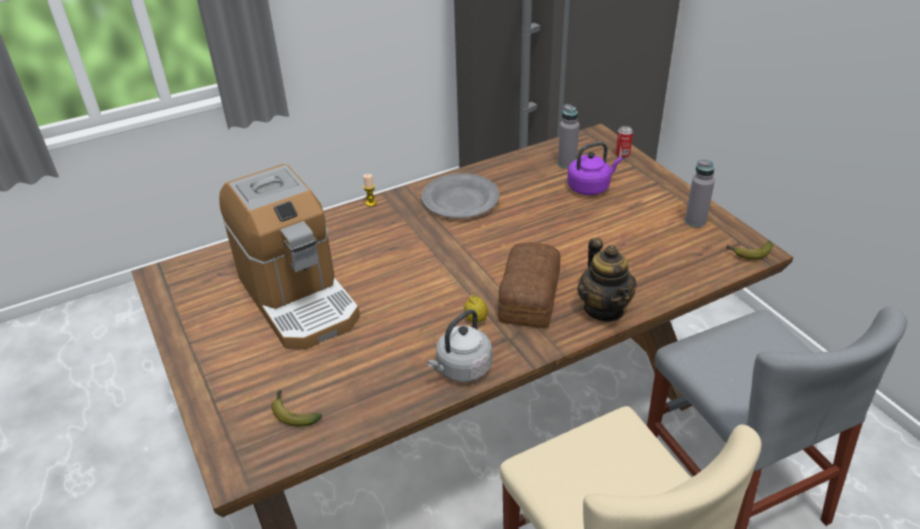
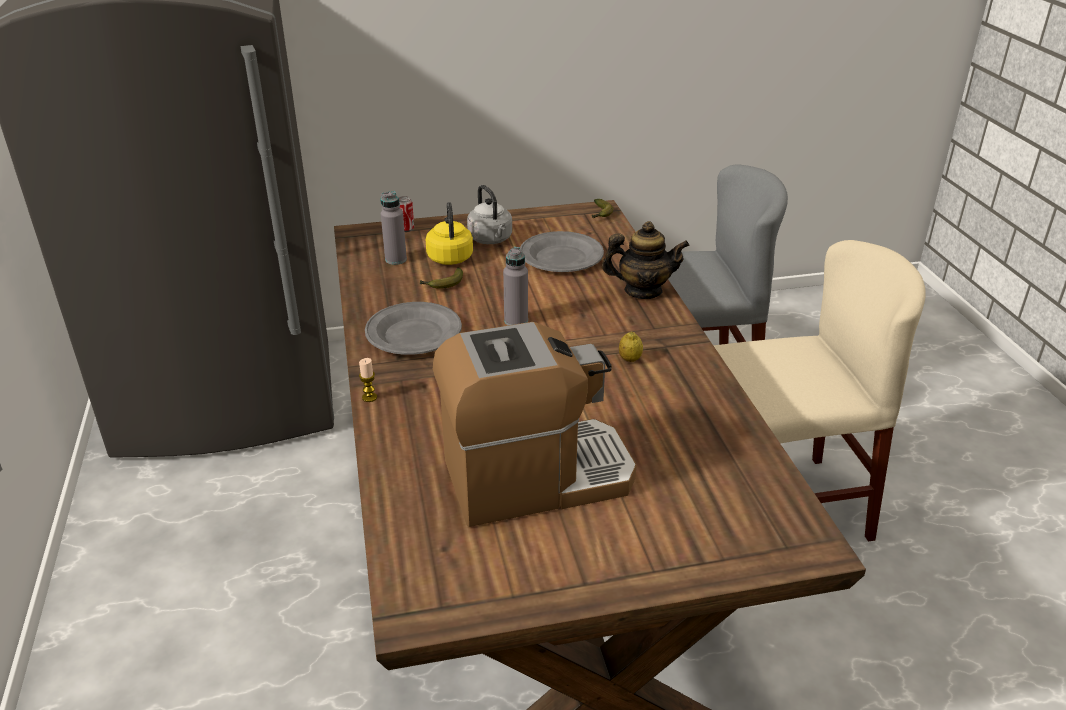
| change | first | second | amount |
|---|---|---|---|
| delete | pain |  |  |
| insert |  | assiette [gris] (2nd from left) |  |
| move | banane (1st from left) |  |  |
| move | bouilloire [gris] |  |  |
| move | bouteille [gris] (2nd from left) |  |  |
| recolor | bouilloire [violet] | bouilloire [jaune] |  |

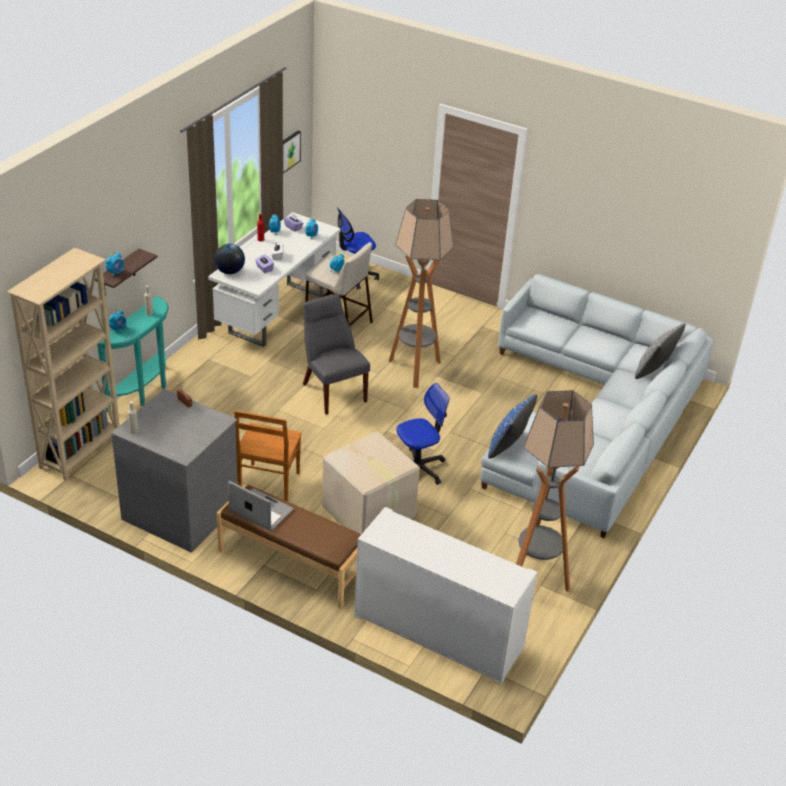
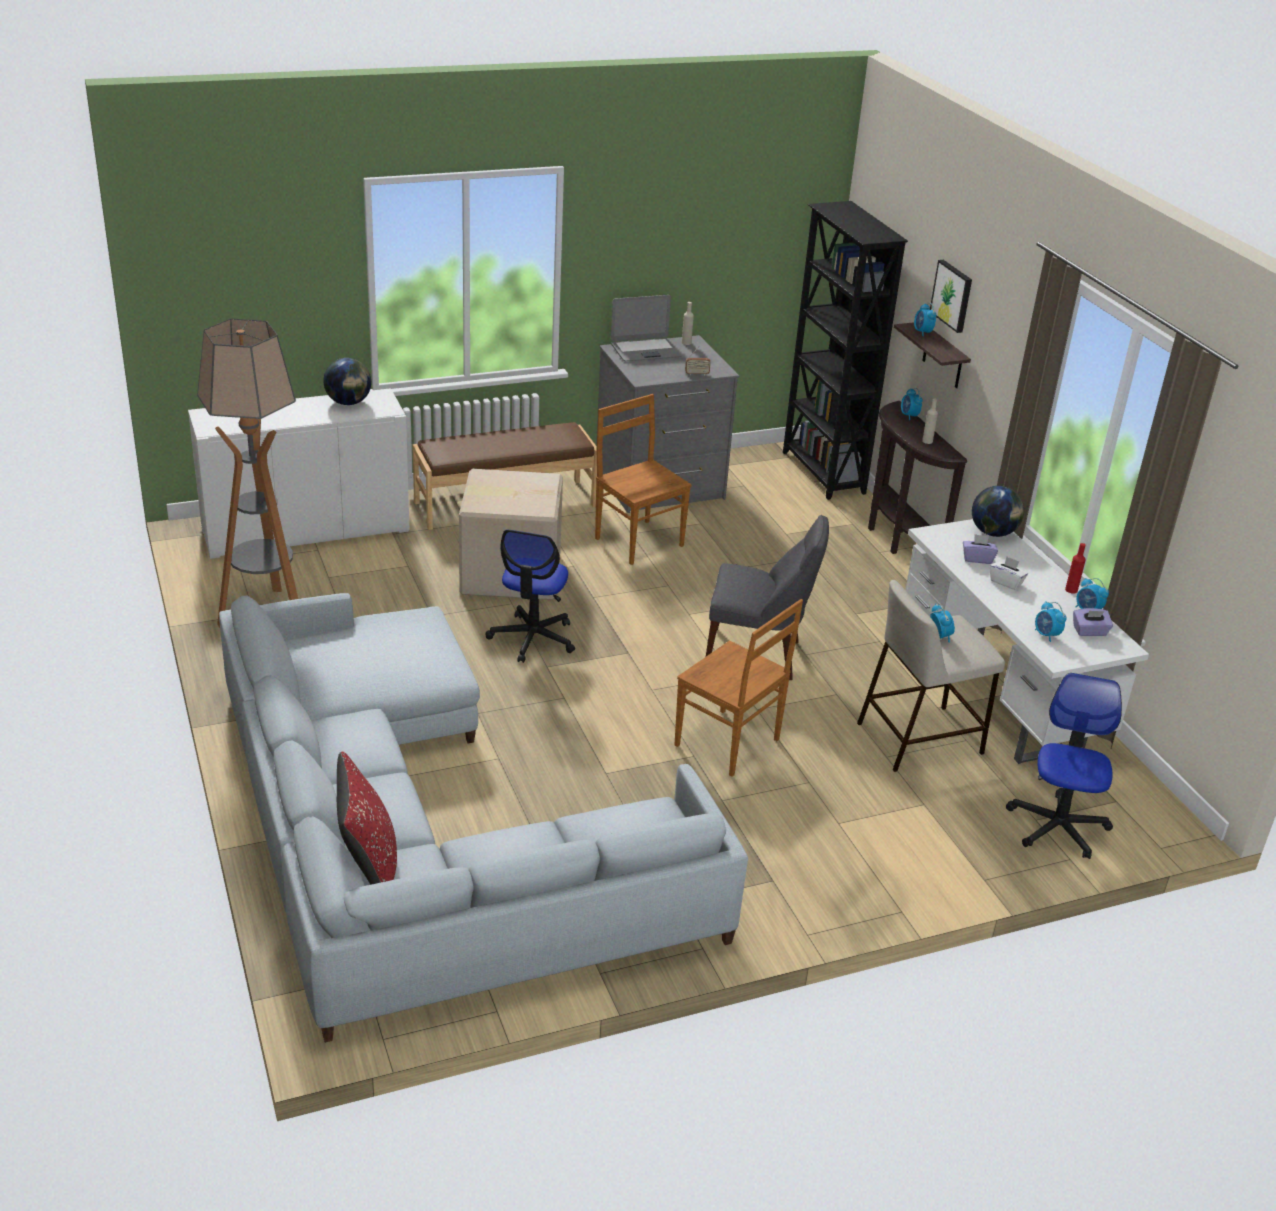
| change | first | second | amount |
|---|---|---|---|
| delete | coussin [bleu] |  |  |
| insert |  | globe (1st from left) |  |
| move | ordinateur portable |  |  |
| move | tableau |  |  |
| replace | lampadaire (1st from left) | chaise [marron] (2nd from left) |  |
| recolor | bibliothèque [beige] | bibliothèque [noir] |  |
| recolor | table console [turquoise] | table console [marron] |  |
| recolor | coussin [gris] | coussin [rouge] |  |

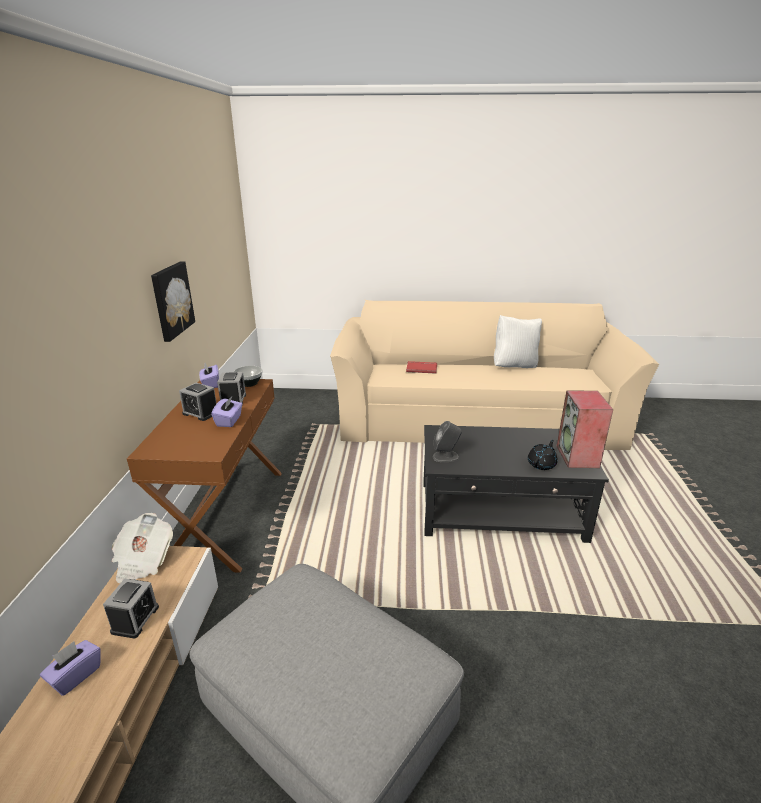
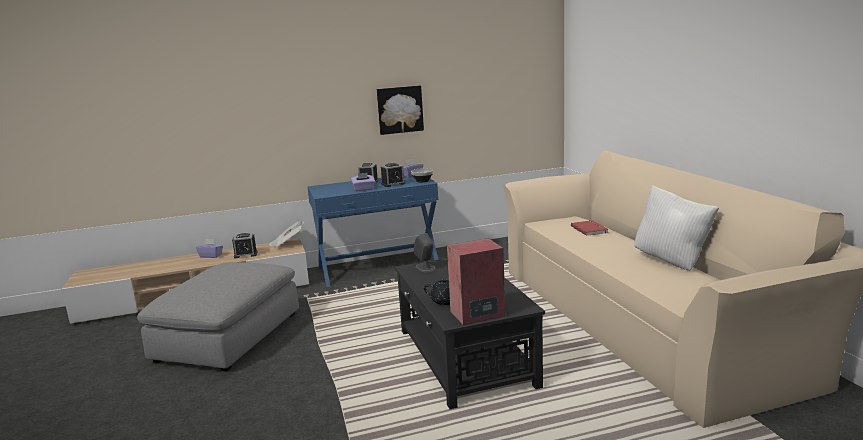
| change | first | second | amount |
|---|---|---|---|
| recolor | table console [marron] | table console [bleu] |  |

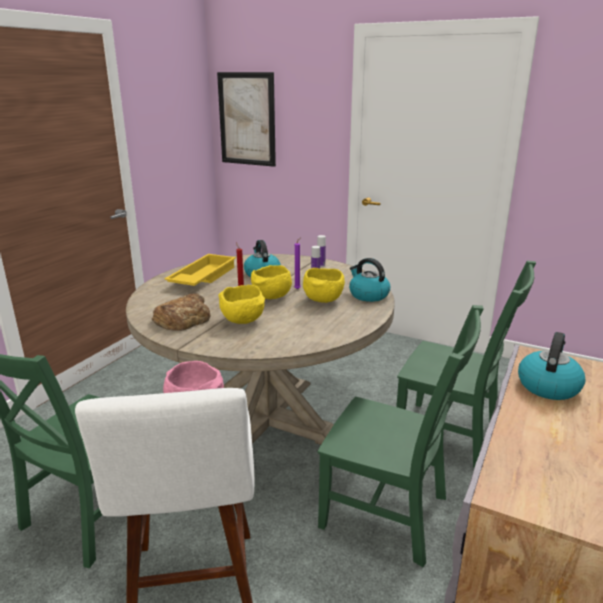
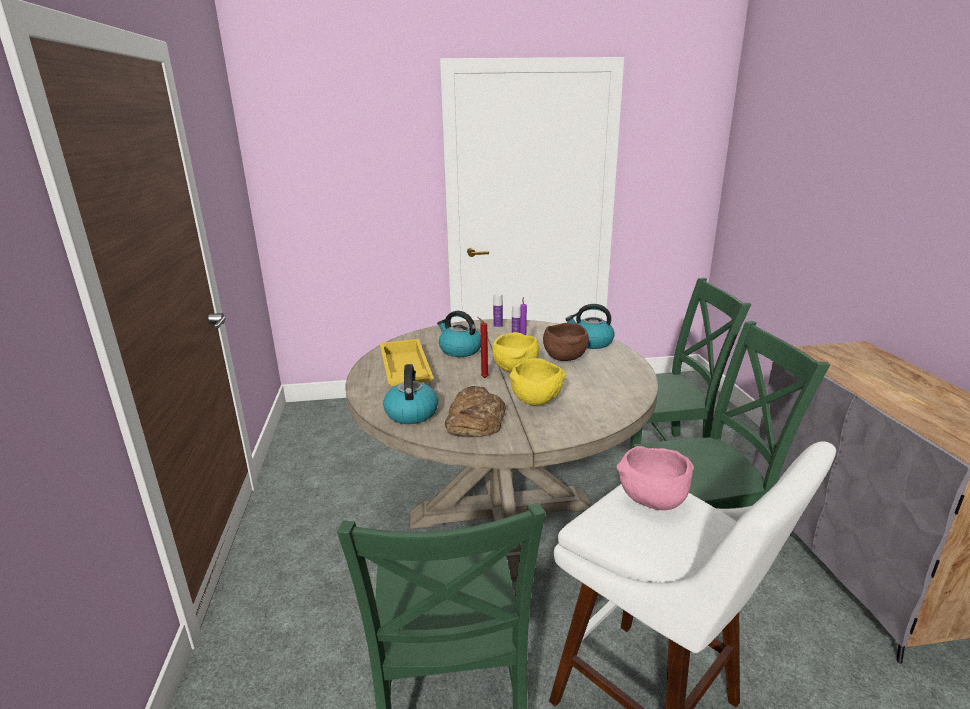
| change | first | second | amount |
|---|---|---|---|
| delete | tableau |  |  |
| move | bouilloire (3rd from left in the first image) | bouilloire (1st from left) |  |
| recolor | bol [jaune] (3rd from left) | bol [marron] |  |

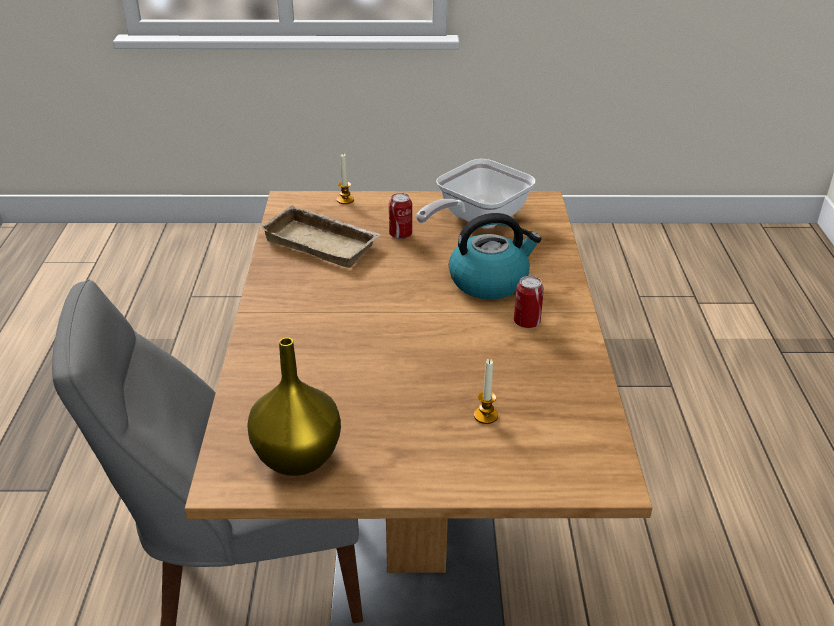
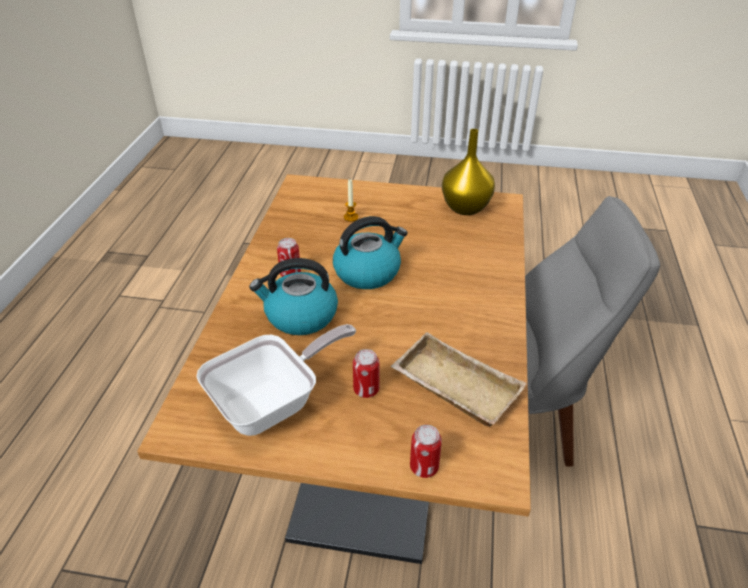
| change | first | second | amount |
|---|---|---|---|
| insert |  | bouilloire (2nd from left) |  |
| replace | bougie (1st from left) | boîte métallique (3rd from left) |  |

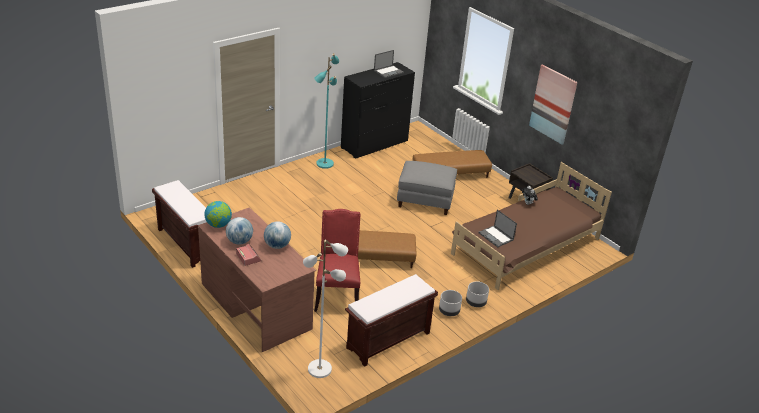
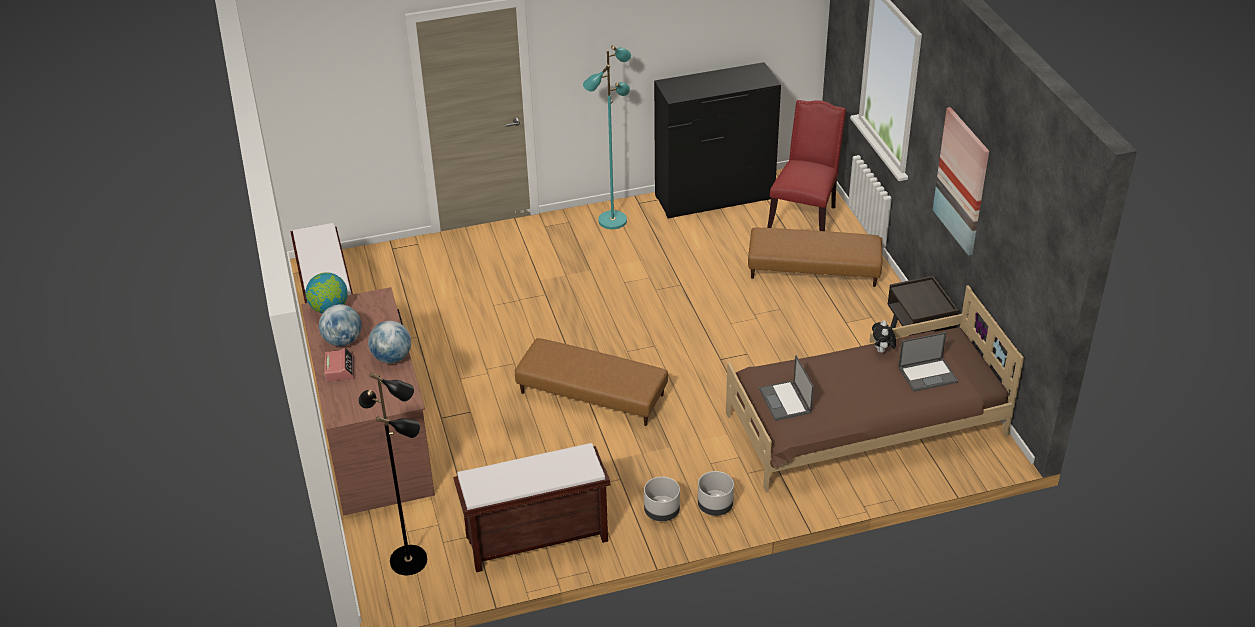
| change | first | second | amount |
|---|---|---|---|
| delete | pouf [gris] |  |  |
| move | chaise [rouge] |  |  |
| move | ordinateur portable (1st from left in the first image) | ordinateur portable (2nd from left) |  |
| recolor | lampadaire [blanc] | lampadaire [noir] |  |

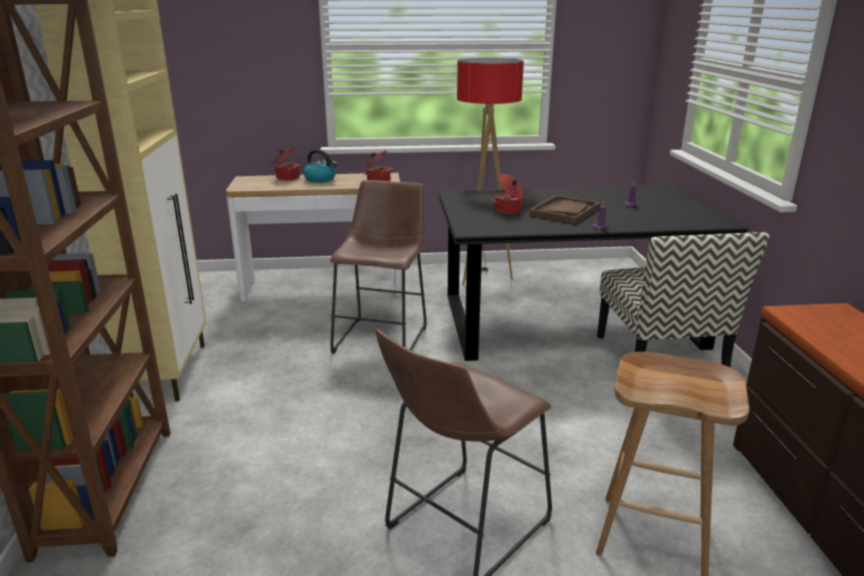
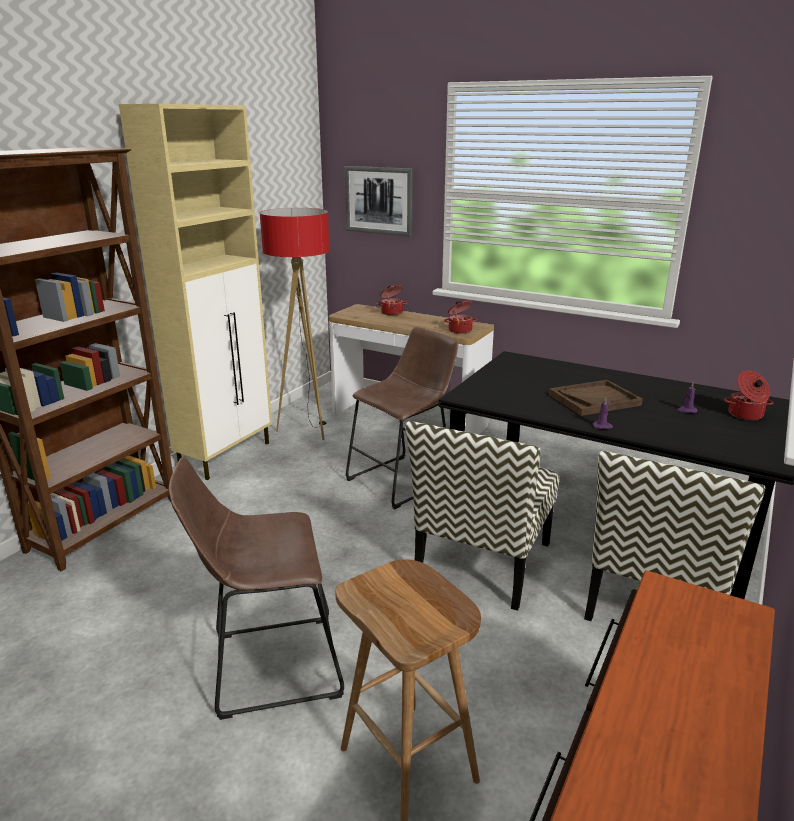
| change | first | second | amount |
|---|---|---|---|
| delete | bouilloire |  |  |
| insert |  | tableau |  |
| insert |  | chaise (1st from left) |  |
| move | lampadaire |  |  |
| move | marmite (3rd from left) |  |  |

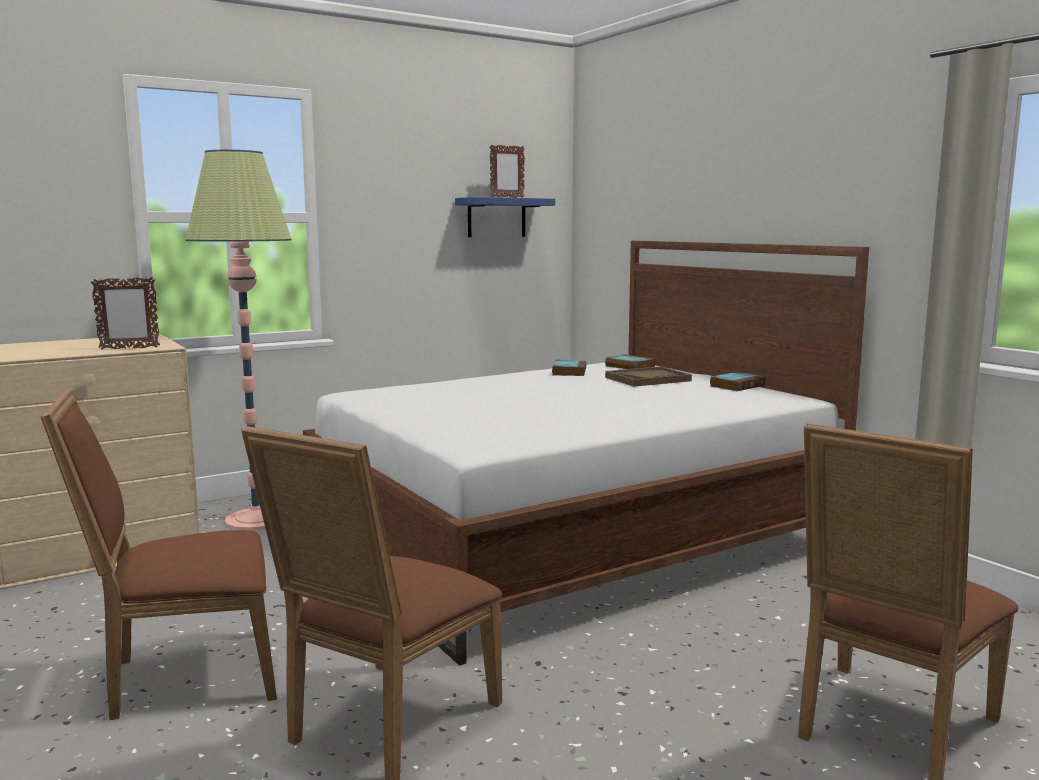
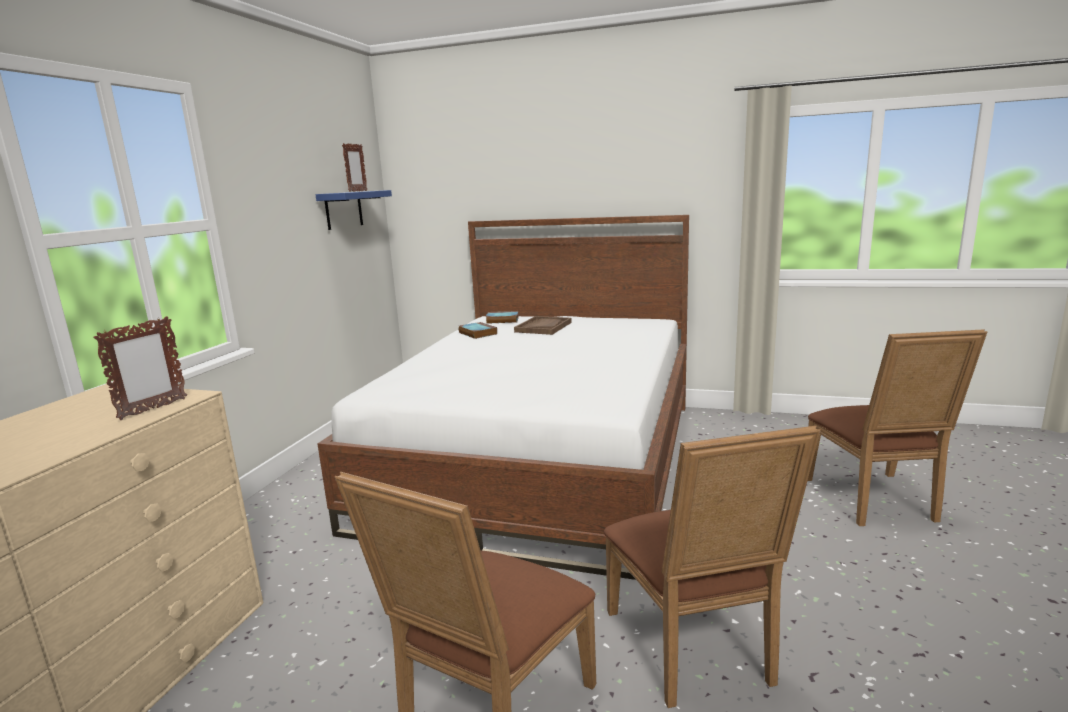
| change | first | second | amount |
|---|---|---|---|
| delete | lampadaire |  |  |
| delete | livre (3rd from left) |  |  |

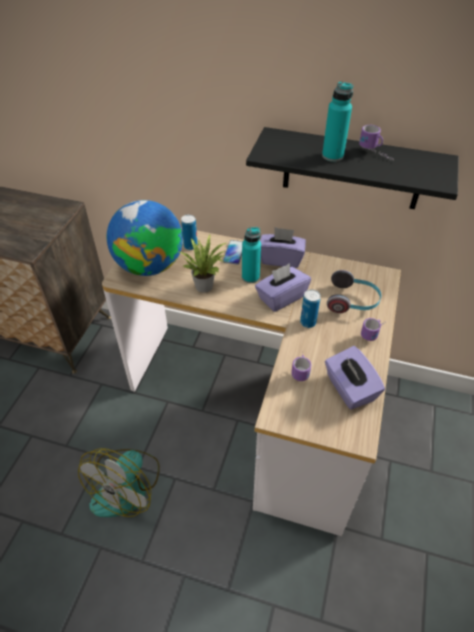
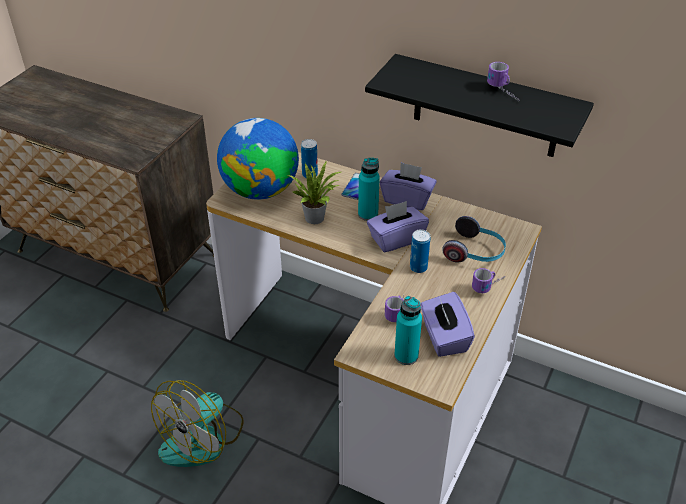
| change | first | second | amount |
|---|---|---|---|
| move | bouteille [turquoise] (2nd from left) |  |  |

